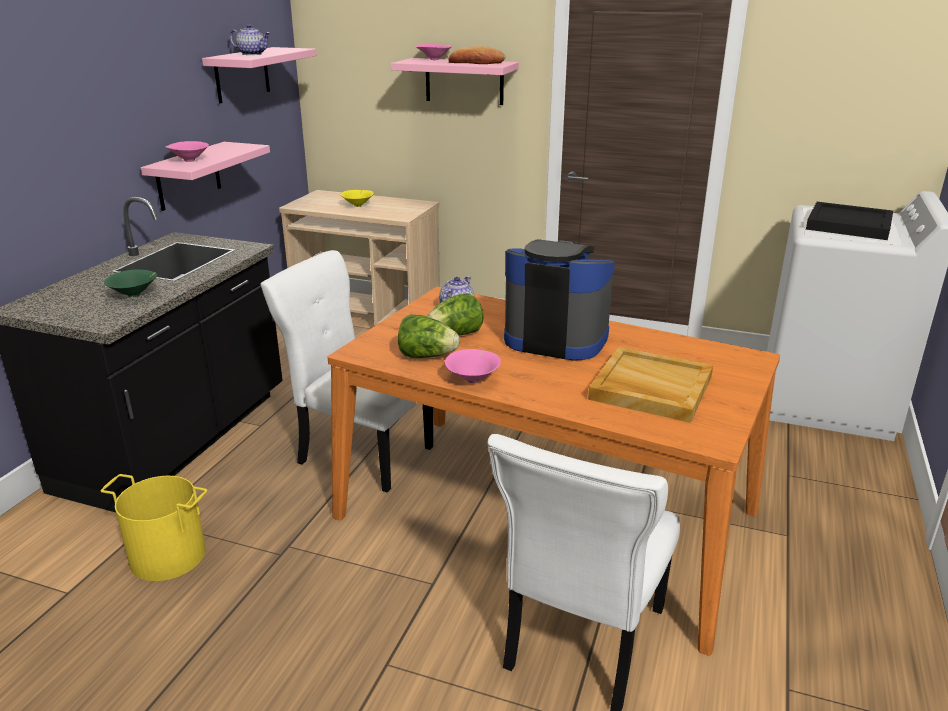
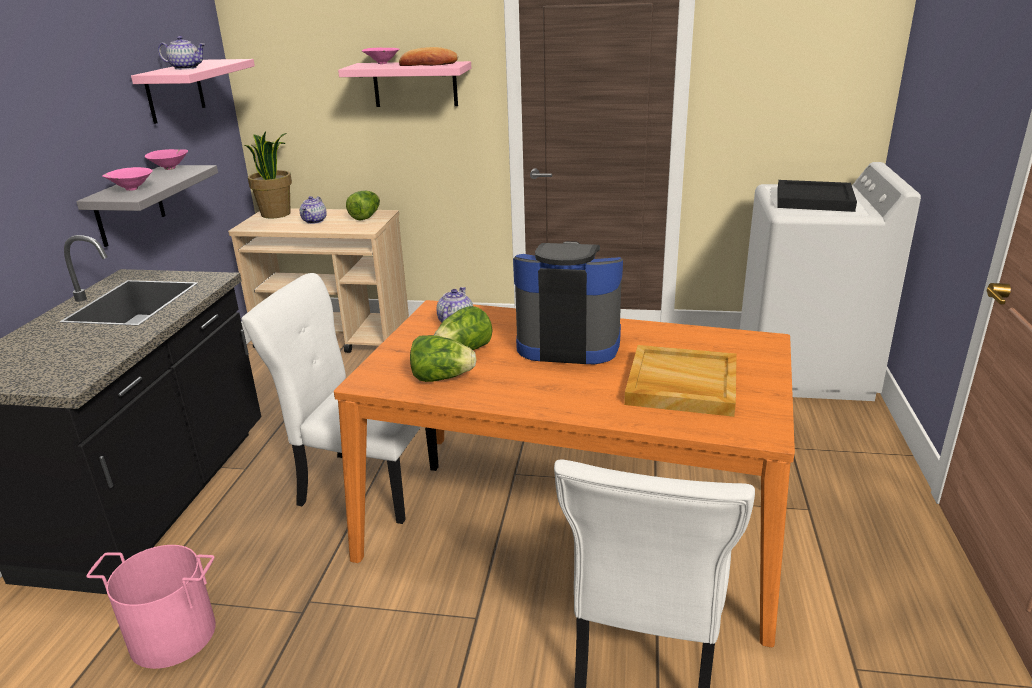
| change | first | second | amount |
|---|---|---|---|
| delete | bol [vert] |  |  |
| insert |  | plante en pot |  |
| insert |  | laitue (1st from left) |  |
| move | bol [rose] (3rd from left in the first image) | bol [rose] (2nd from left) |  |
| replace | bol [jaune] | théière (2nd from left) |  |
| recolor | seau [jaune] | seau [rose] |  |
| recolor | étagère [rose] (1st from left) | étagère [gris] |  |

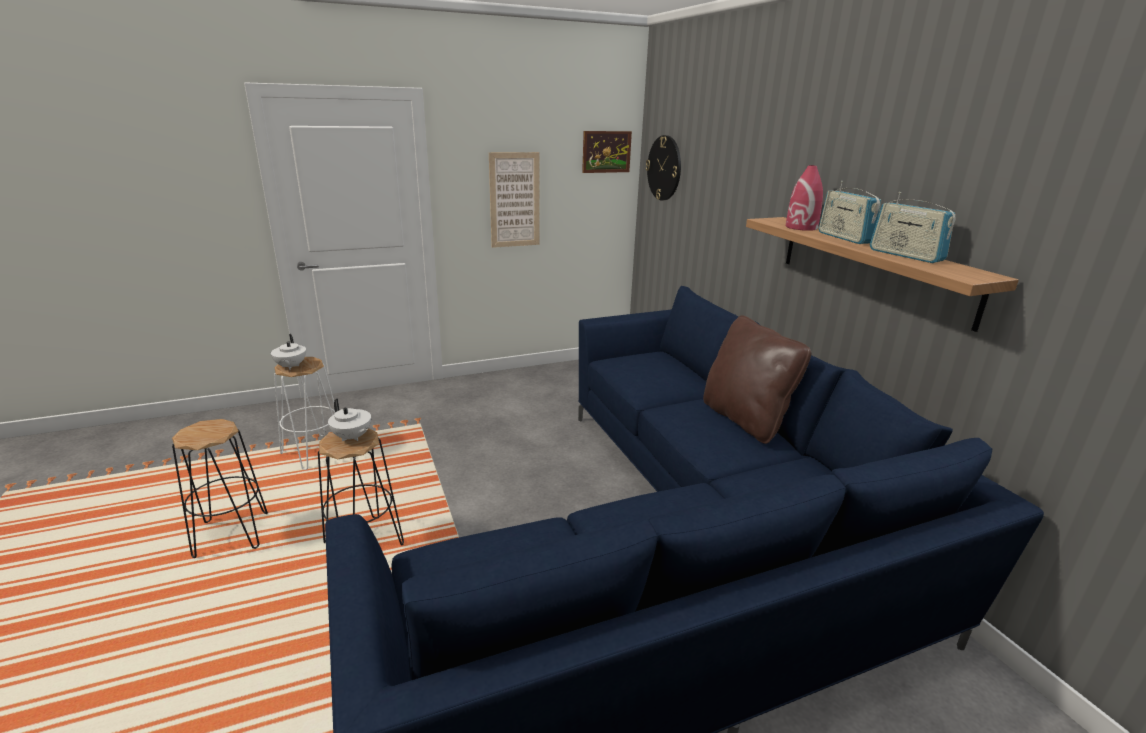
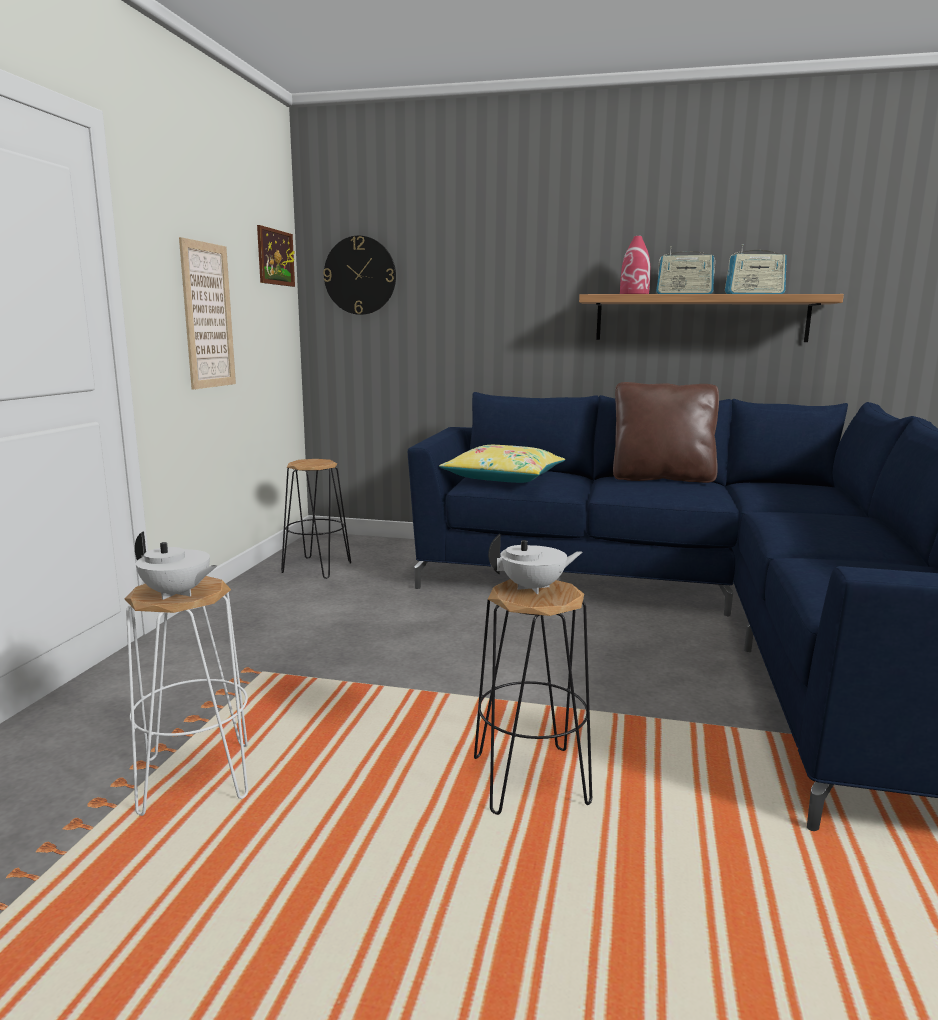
| change | first | second | amount |
|---|---|---|---|
| insert |  | coussin [jaune] |  |
| move | tabouret [noir] (1st from left) |  |  |

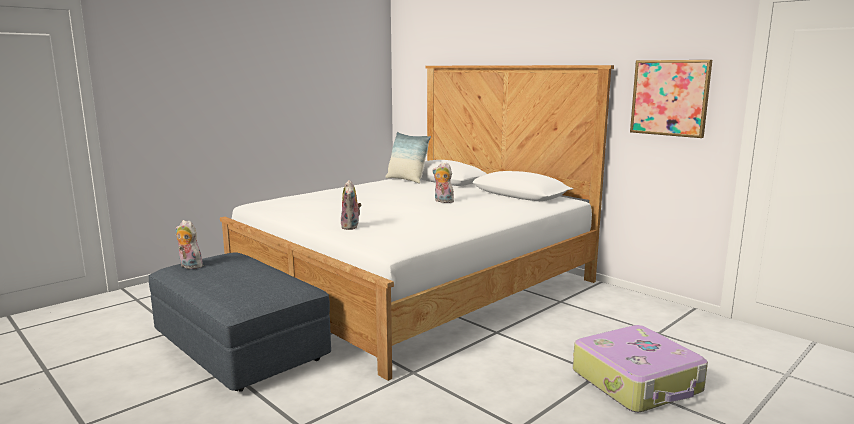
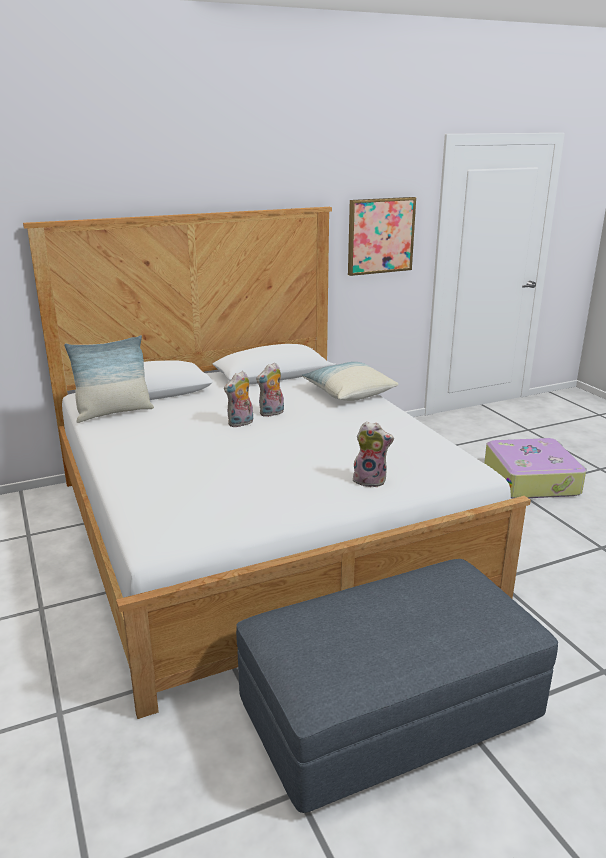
| change | first | second | amount |
|---|---|---|---|
| insert |  | coussin (2nd from left) |  |
| move | peluche (1st from left) |  |  |

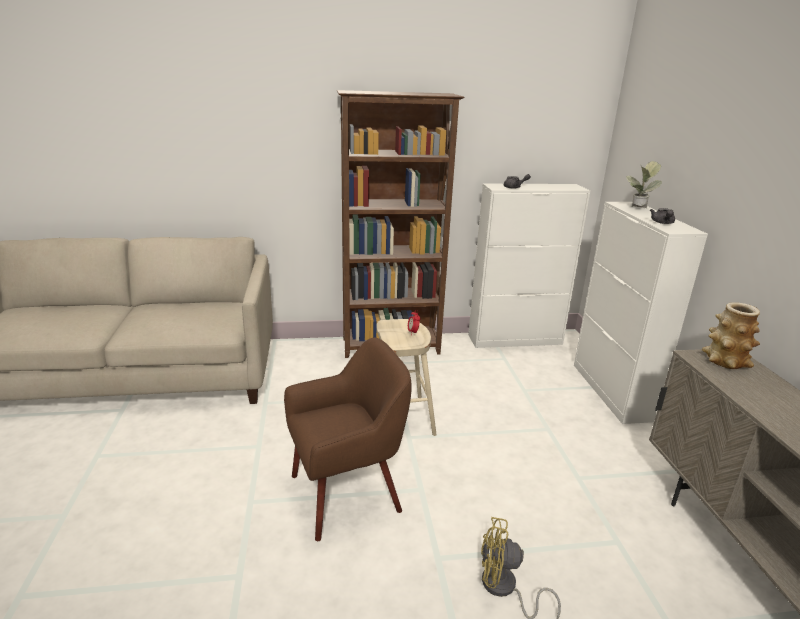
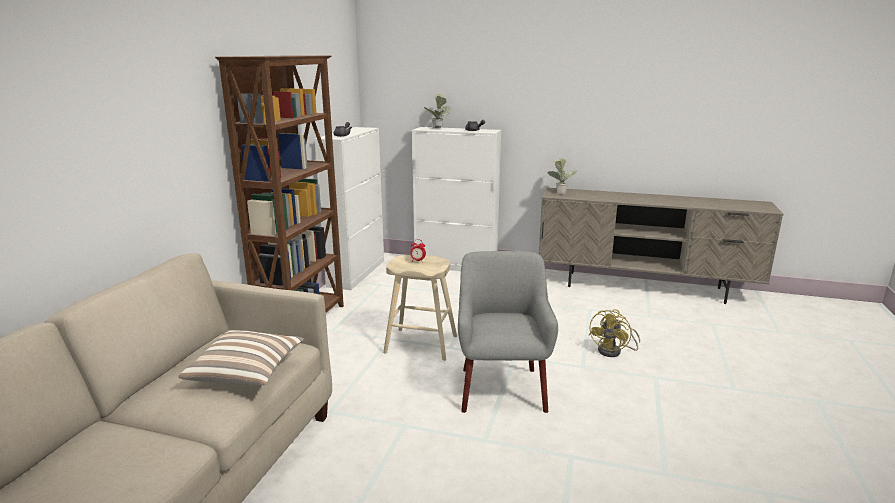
| change | first | second | amount |
|---|---|---|---|
| insert |  | coussin |  |
| replace | vase | plante en pot (2nd from left) |  |
| recolor | fauteuil [marron] | fauteuil [gris] |  |

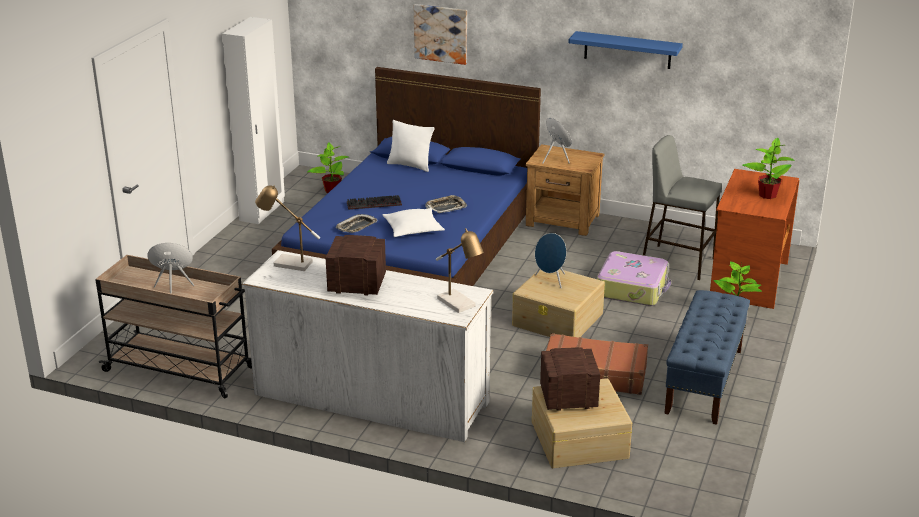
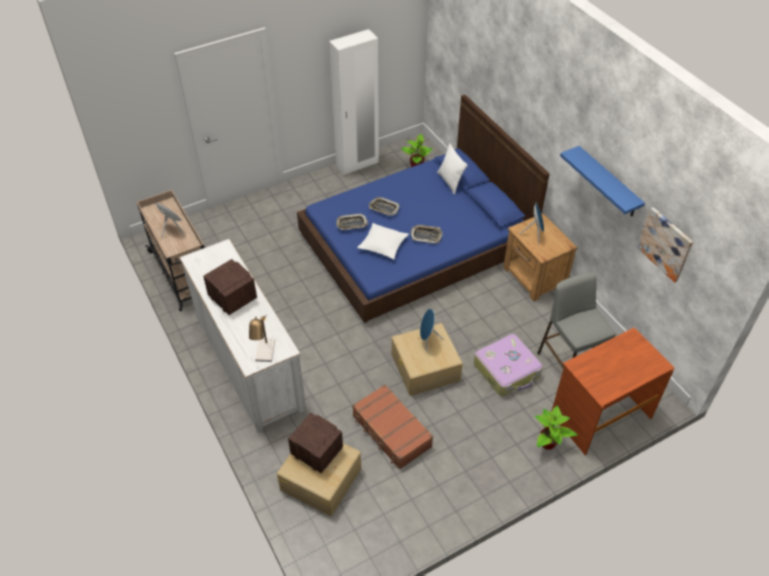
| change | first | second | amount |
|---|---|---|---|
| delete | lampe de table (1st from left) |  |  |
| delete | banc [bleu] |  |  |
| delete | plante en pot (3rd from left) |  |  |
| move | tableau |  |  |
| replace | clavier | plateau (2nd from left) |  |

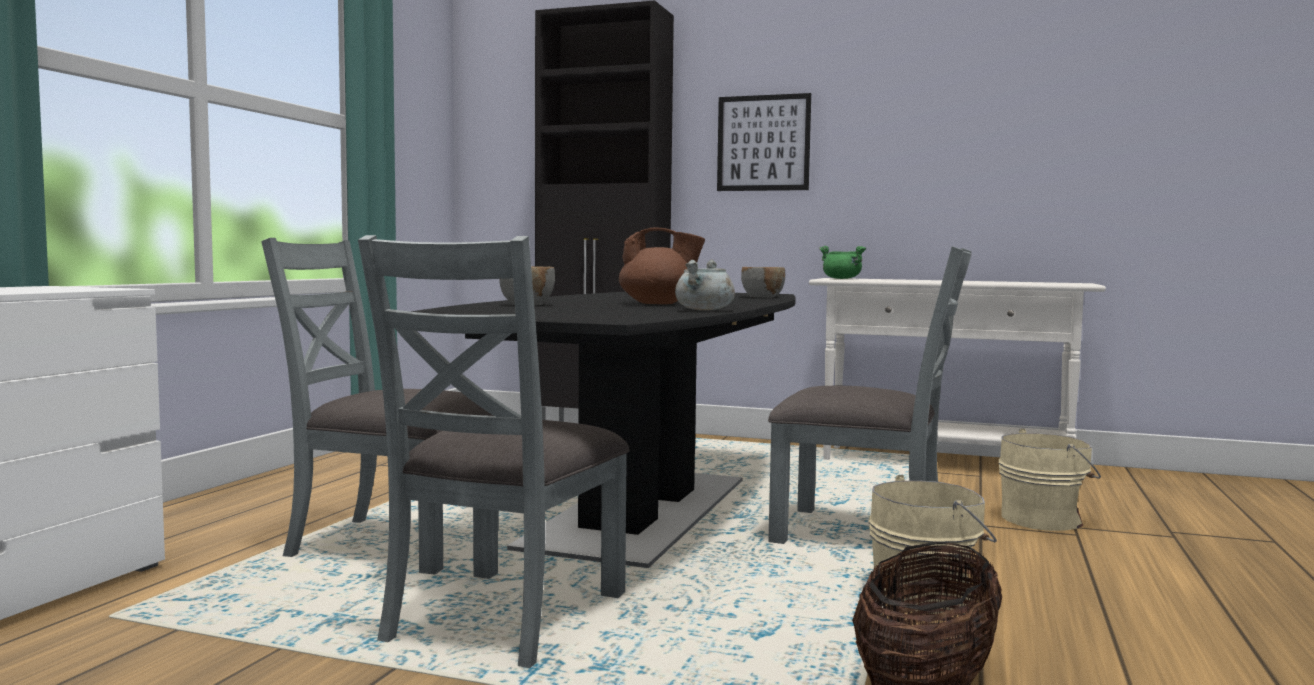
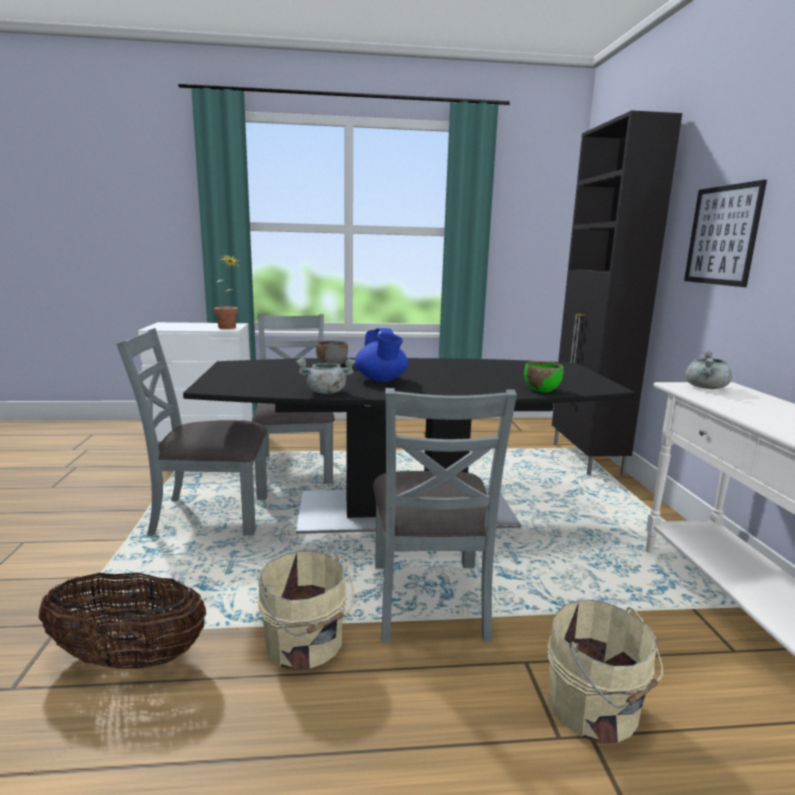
| change | first | second | amount |
|---|---|---|---|
| insert |  | plante en pot |  |
| recolor | théière [marron] | théière [bleu] |  |
| recolor | bol [gris] (2nd from left) | bol [vert] |  |
| recolor | marmite [vert] | marmite [gris] (2nd from left) |  |

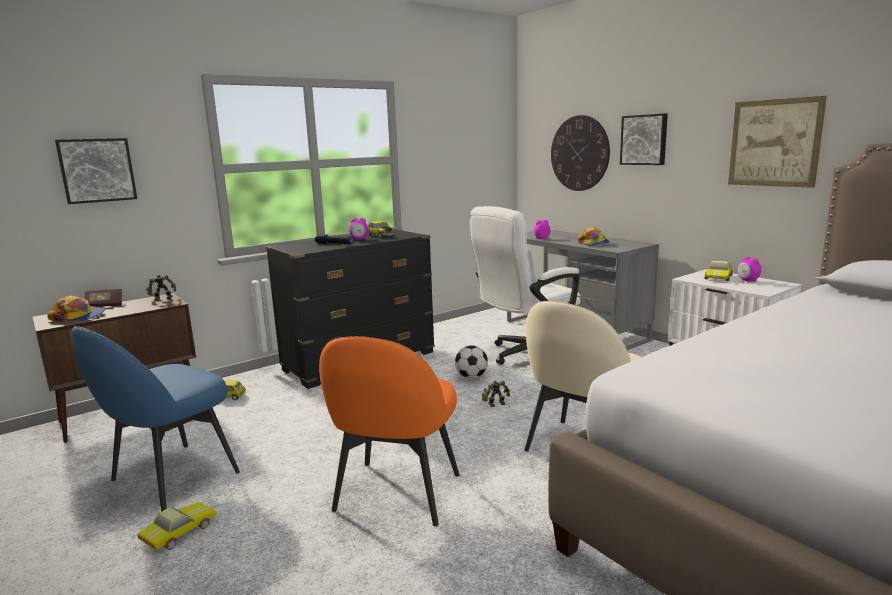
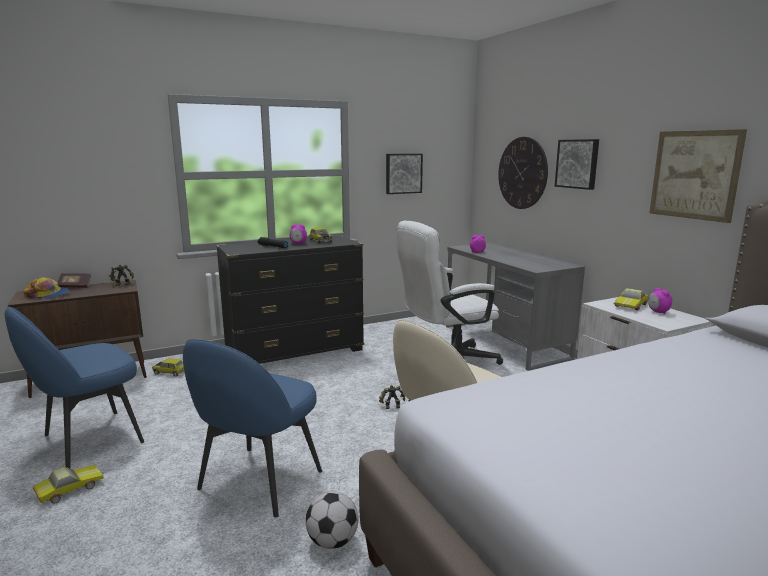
| change | first | second | amount |
|---|---|---|---|
| delete | casquette (2nd from left) |  |  |
| move | tableau (1st from left) |  |  |
| move | ballon de foot |  |  |
| recolor | chaise [orange] | chaise [bleu] (2nd from left) |  |

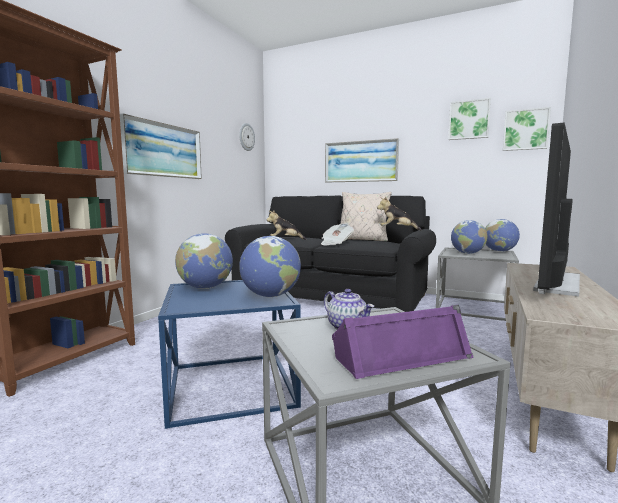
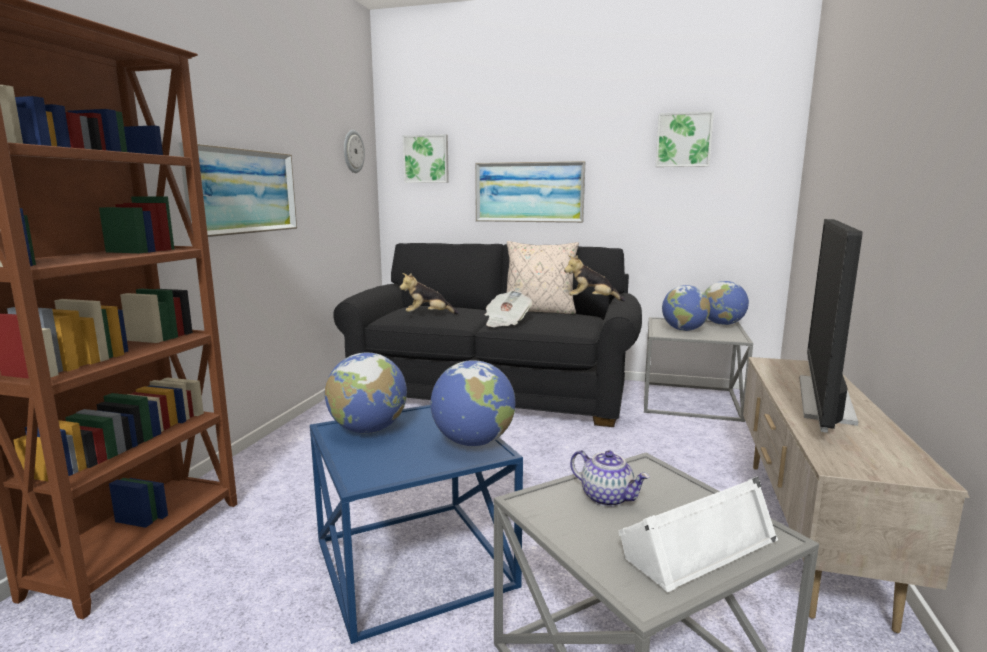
| change | first | second | amount |
|---|---|---|---|
| move | tableau (4th from left in the first image) | tableau (2nd from left) |  |
| recolor | enceinte [violet] | enceinte [blanc] |  |

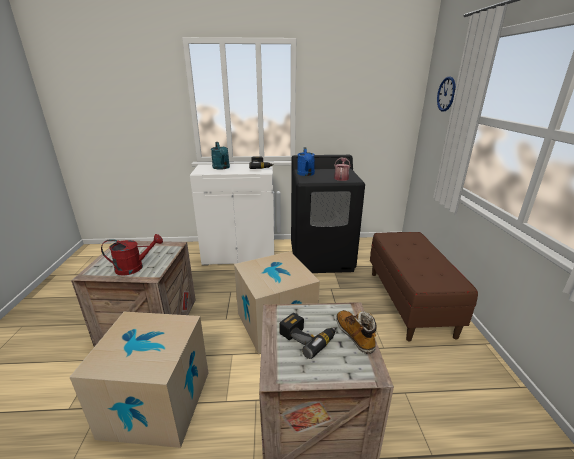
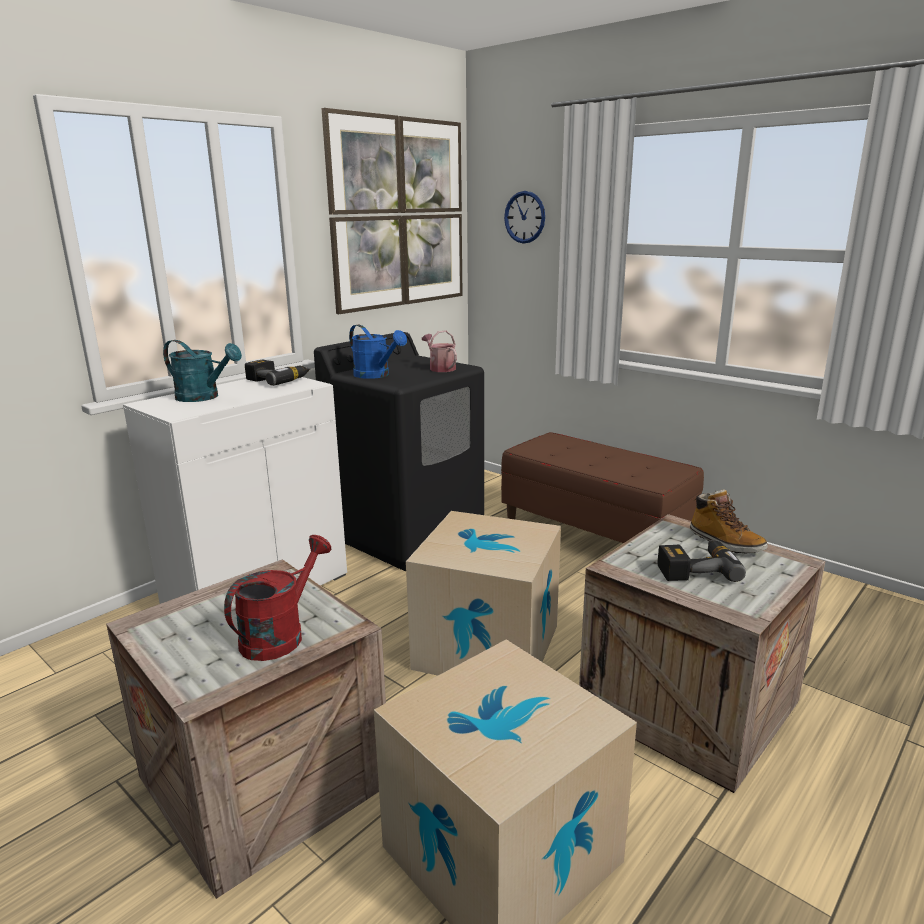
| change | first | second | amount |
|---|---|---|---|
| insert |  | tableau |  |
| rotate | botte |  | 150 degrees counterclockwise |

